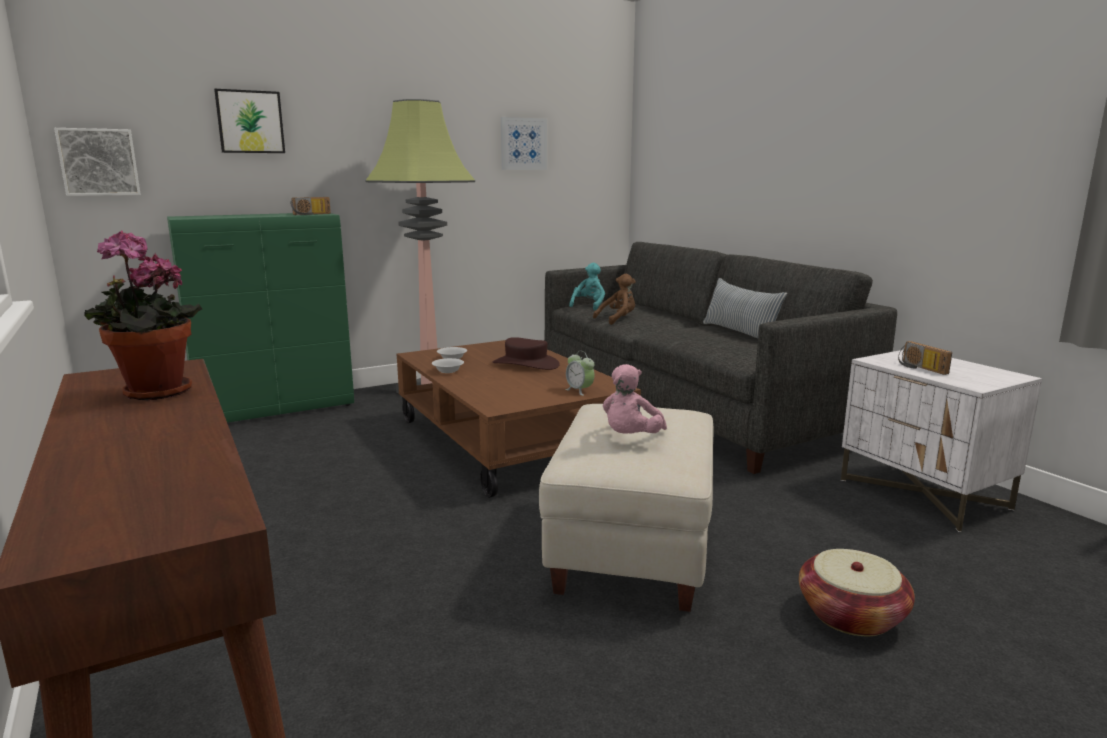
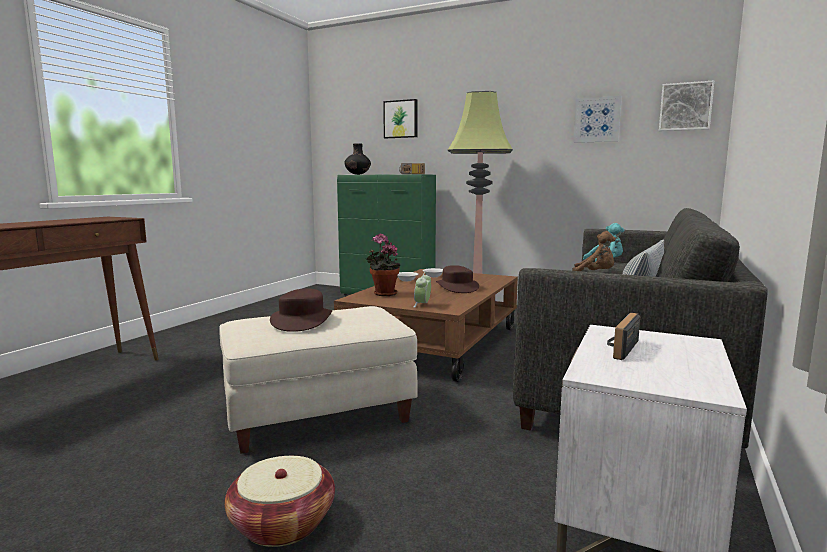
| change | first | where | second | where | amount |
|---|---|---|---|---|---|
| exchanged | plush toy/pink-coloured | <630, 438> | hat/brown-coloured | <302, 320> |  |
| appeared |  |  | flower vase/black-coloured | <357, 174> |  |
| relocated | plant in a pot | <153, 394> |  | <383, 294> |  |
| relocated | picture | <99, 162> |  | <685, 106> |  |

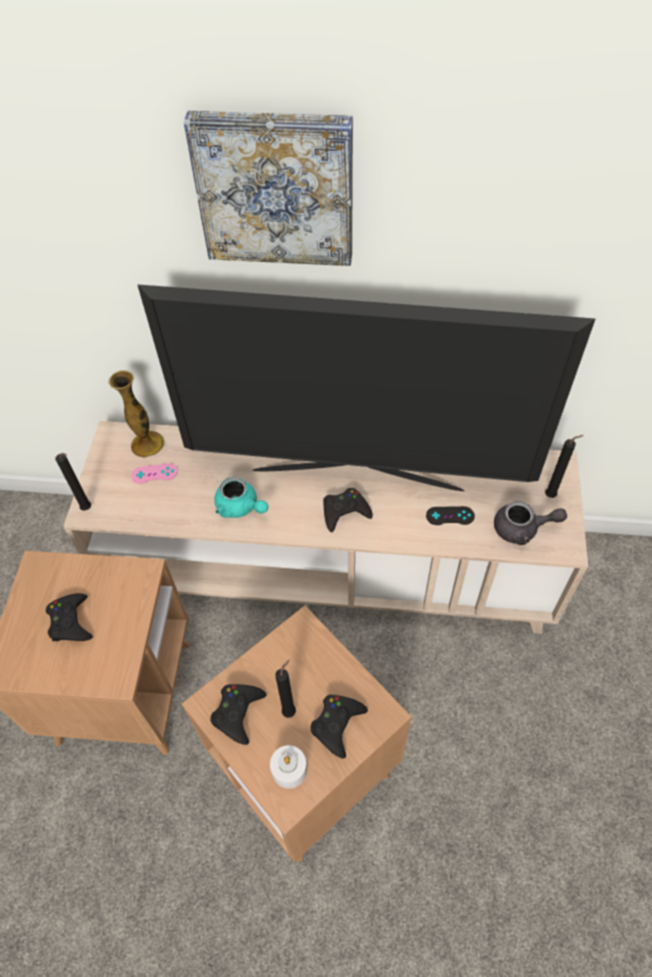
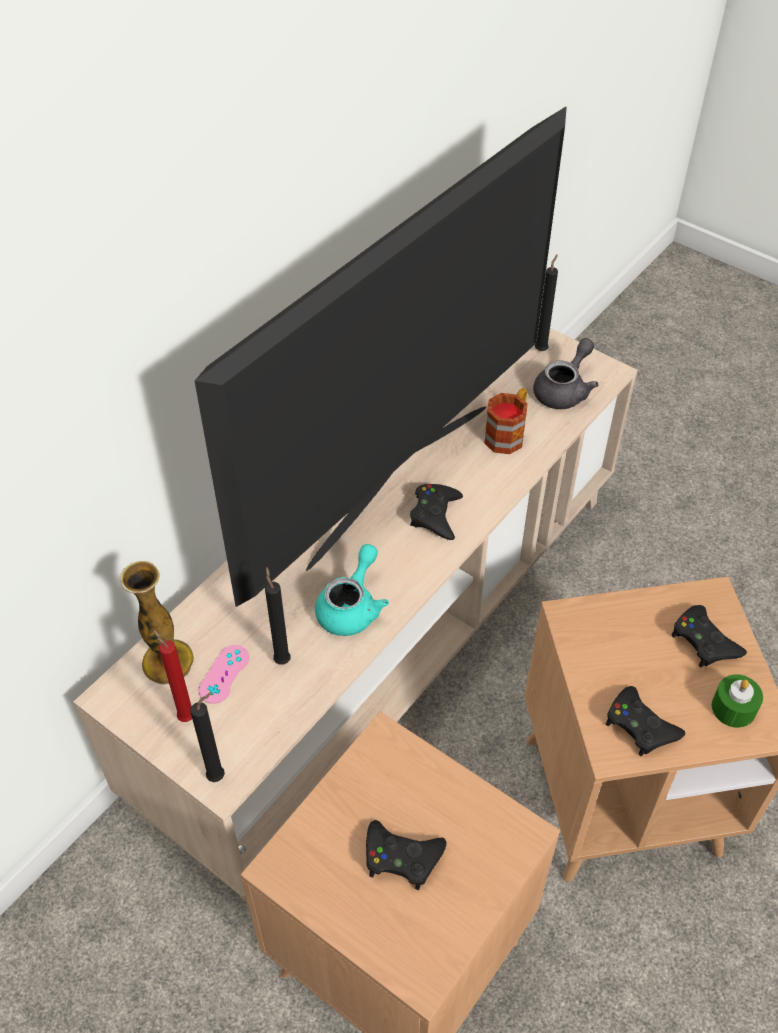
| change | first | where | second | where | amount |
|---|---|---|---|---|---|
| appeared |  |  | wax light/reddish | <184, 716> |  |
| relocated | wax light/black-coloured | <290, 710> |  | <281, 658> |  |
| spun | teapot/turquoise | <240, 507> |  | <352, 607> | 45 degrees counterclockwise |
| exchanged | game controller/black-coloured | <450, 516> | coffee mug | <508, 433> |  |
| colour | wax light/white-coloured | <289, 770> | wax light/green-coloured | <733, 708> |  |
| missing | picture | <276, 187> |  |  |  |

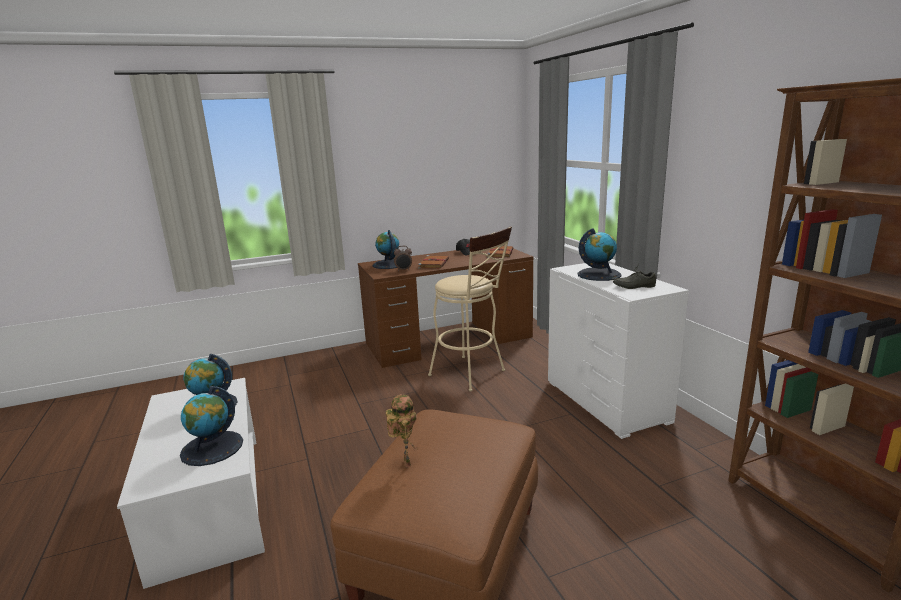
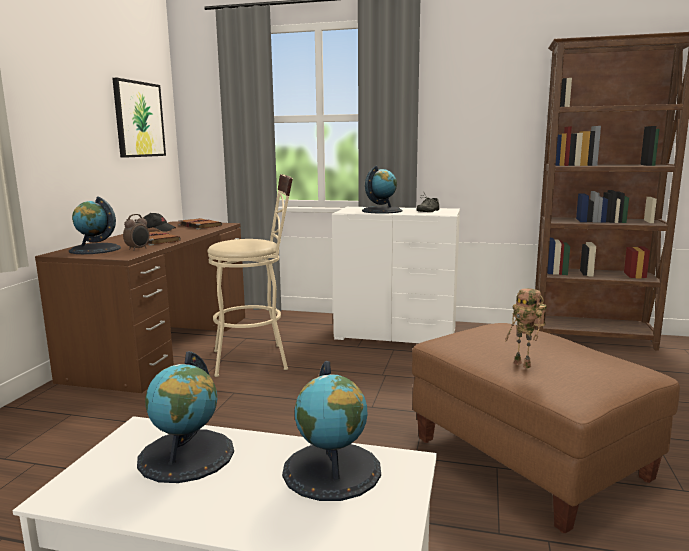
| change | first | where | second | where | amount |
|---|---|---|---|---|---|
| appeared |  |  | picture | <139, 119> |  |
| spun | model robot | <405, 462> |  | <524, 365> | 150 degrees counterclockwise |

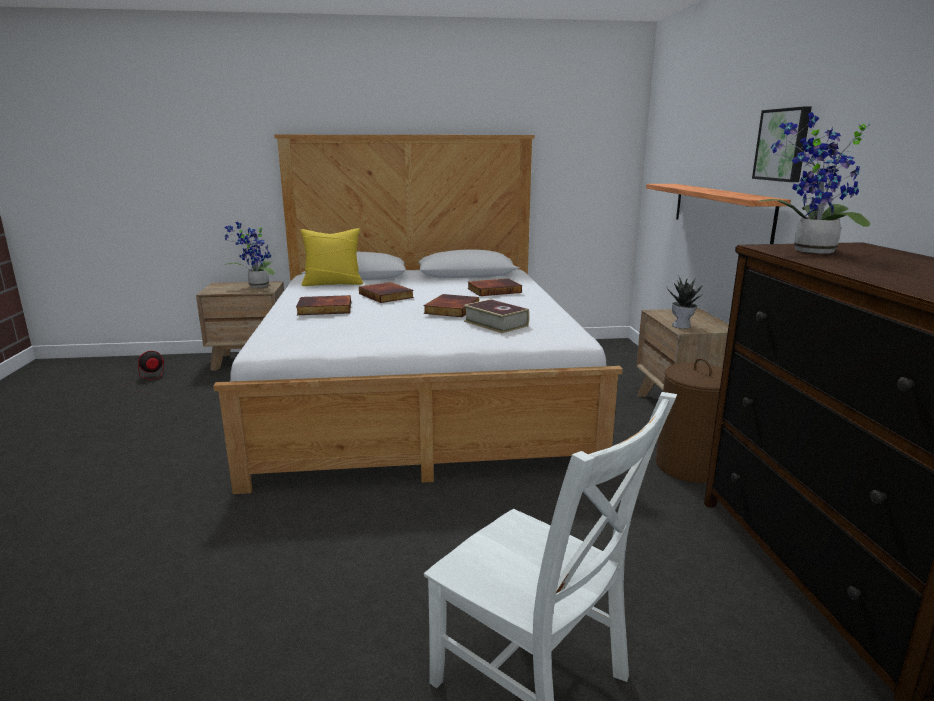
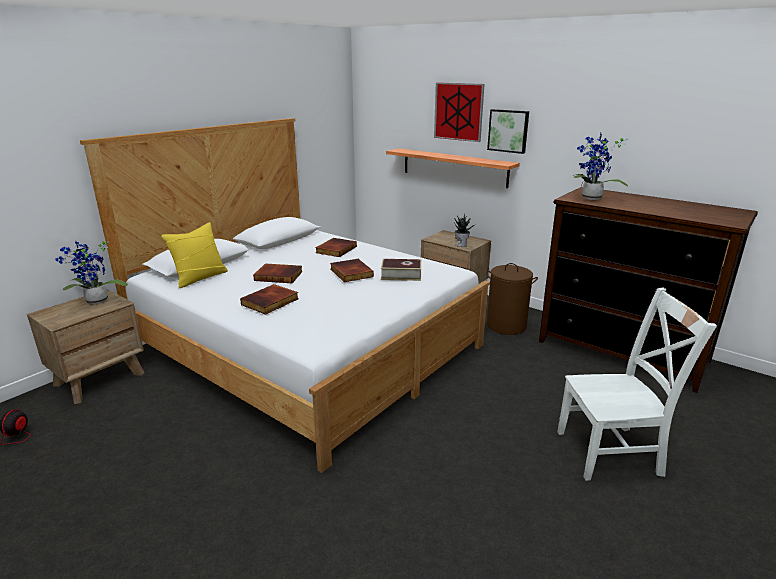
| change | first | where | second | where | amount |
|---|---|---|---|---|---|
| appeared |  |  | picture | <458, 111> |  |

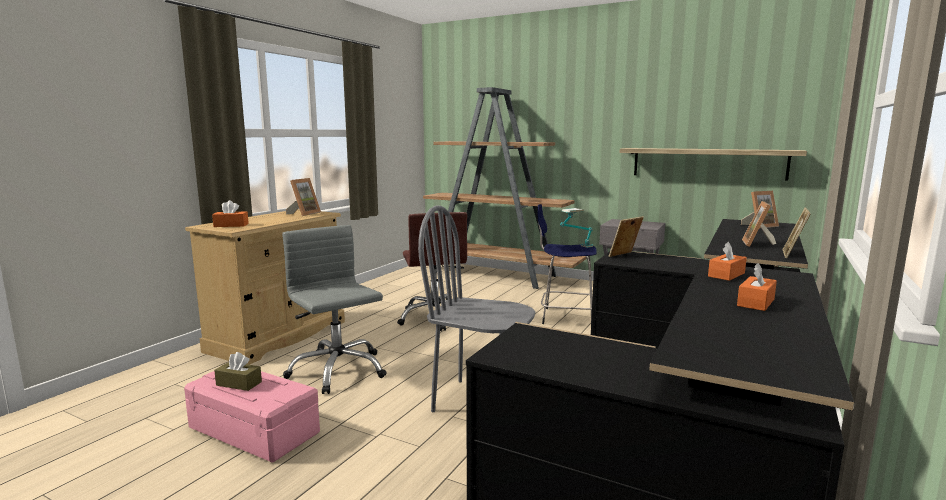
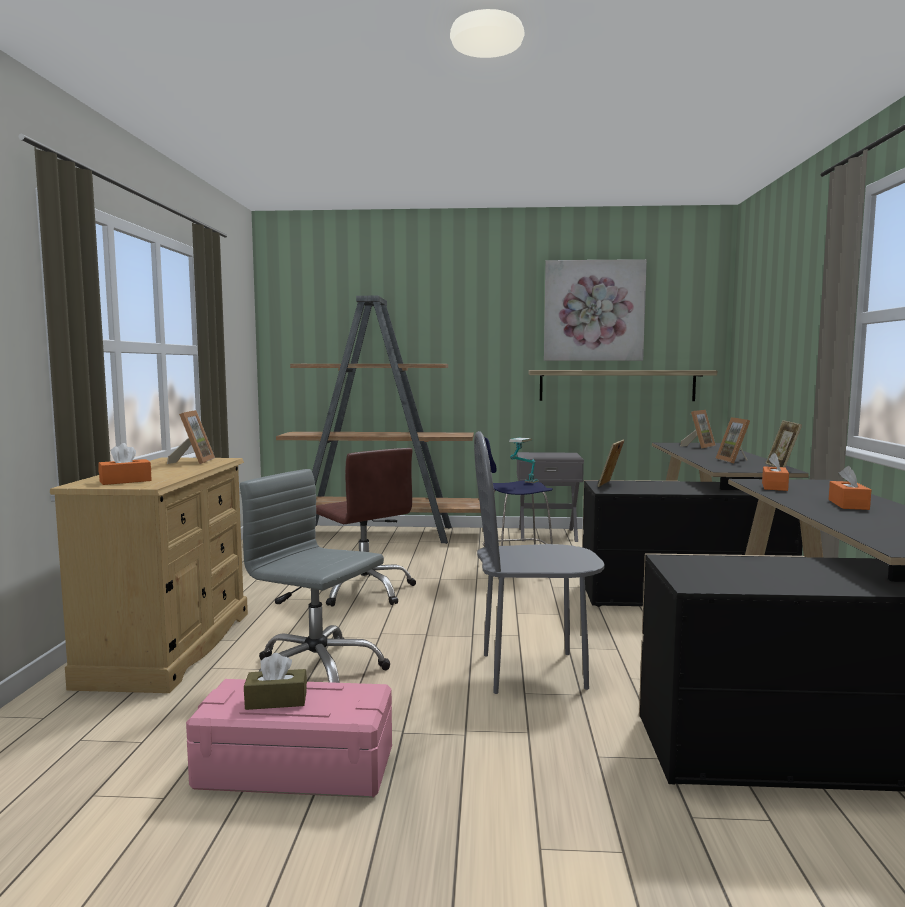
| change | first | where | second | where | amount |
|---|---|---|---|---|---|
| appeared |  |  | picture | <594, 311> |  |

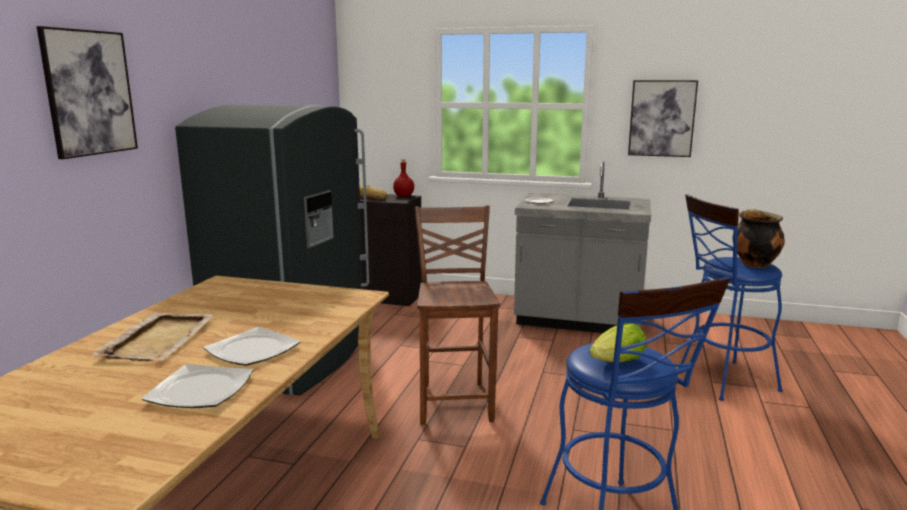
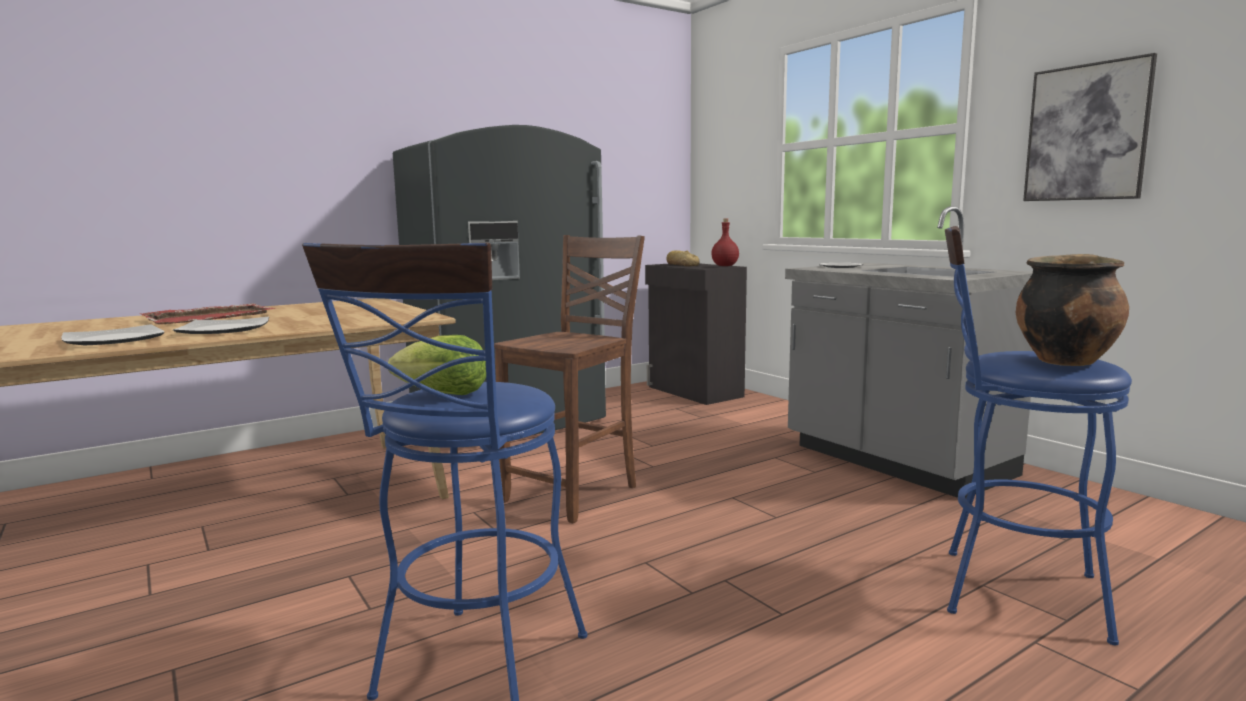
| change | first | where | second | where | amount |
|---|---|---|---|---|---|
| colour | serving tray/beige-coloured | <159, 339> | serving tray/reddish | <211, 317> |  |
| missing | picture | <89, 93> |  |  |  |

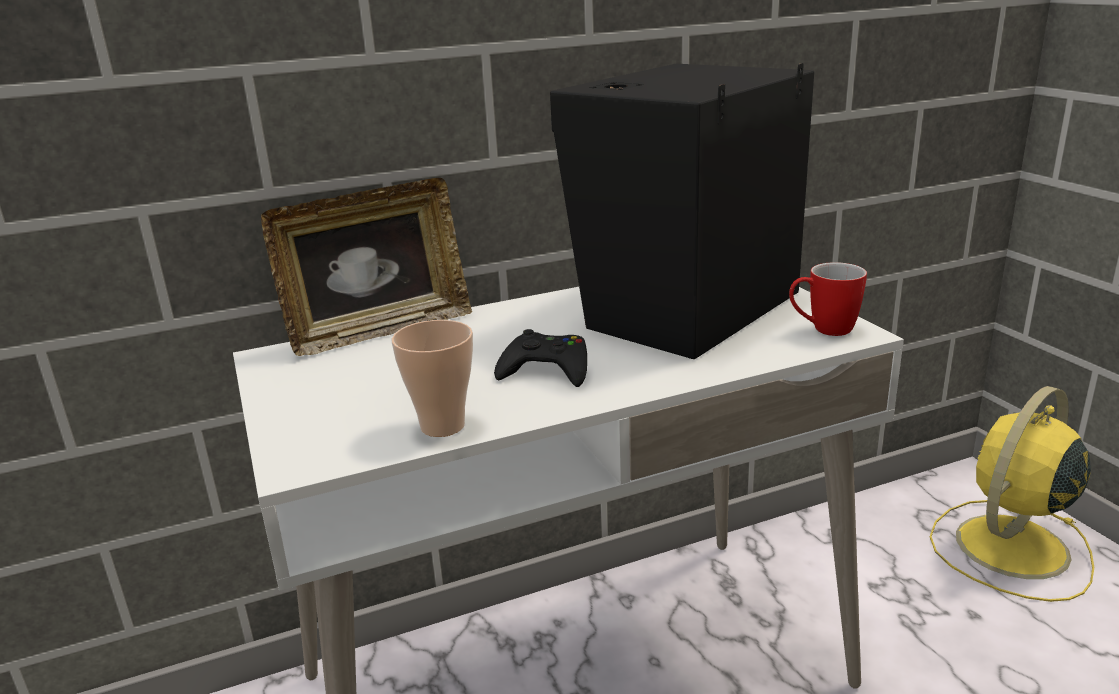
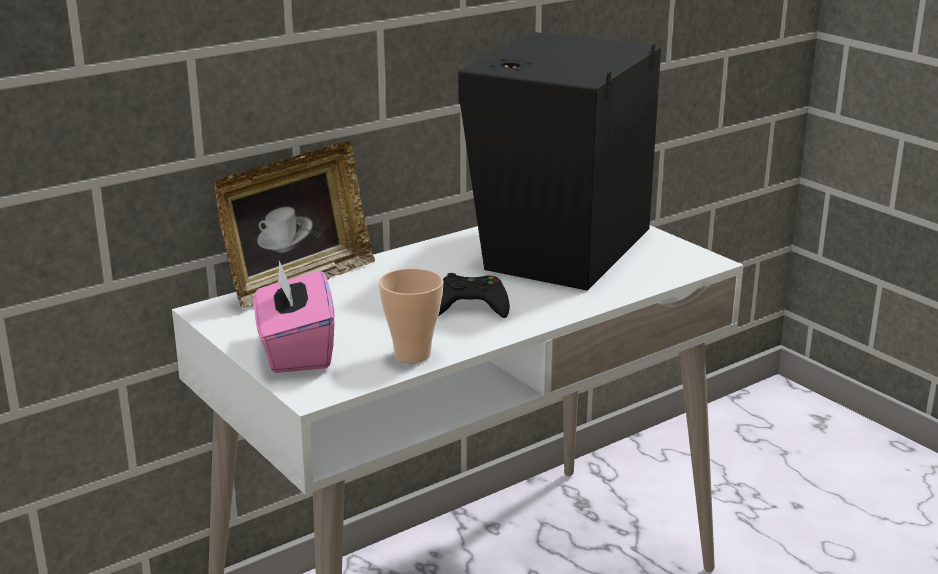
| change | first | where | second | where | amount |
|---|---|---|---|---|---|
| appeared |  |  | box of tissues/pink-coloured | <296, 351> |  |
| missing | coffee mug | <822, 330> |  |  |  |
| missing | electric fan/yellow-coloured | <1009, 548> |  |  |  |

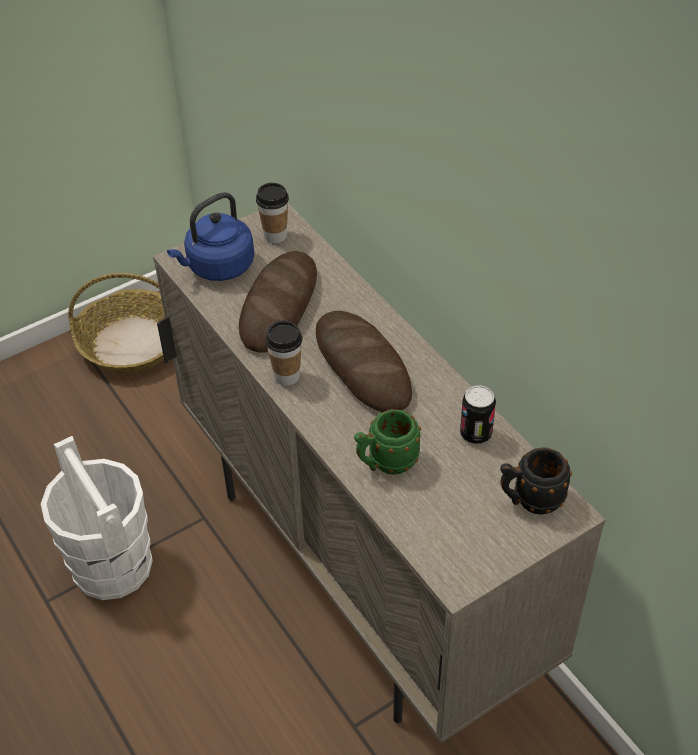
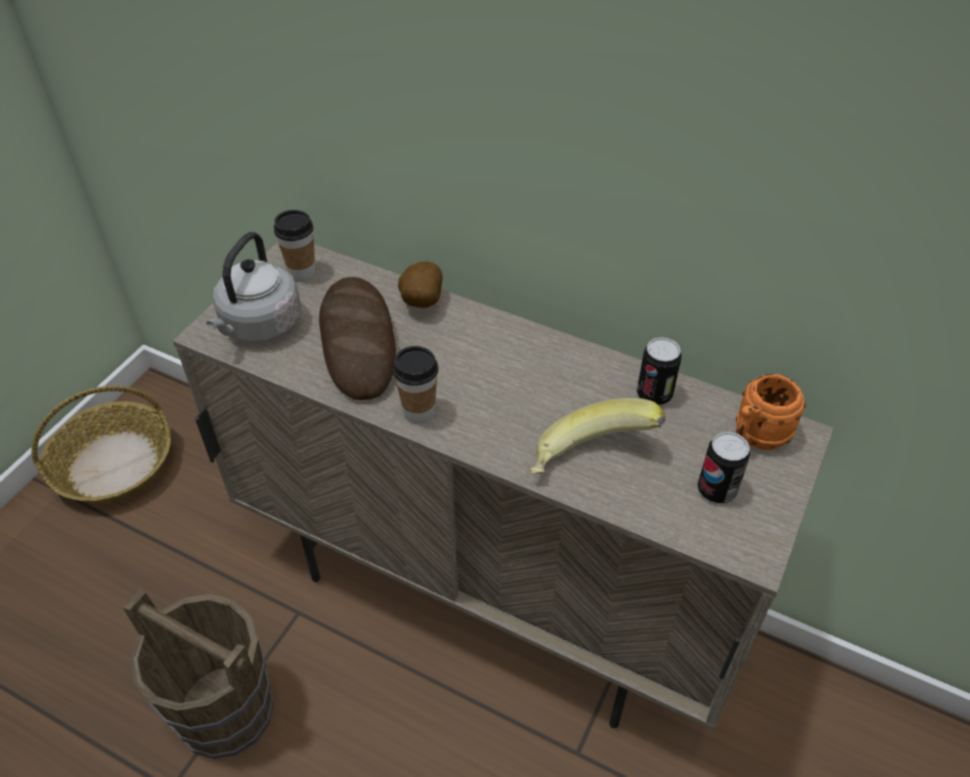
| change | first | where | second | where | amount |
|---|---|---|---|---|---|
| colour | bucket/white-coloured | <112, 564> | bucket/brown-coloured | <225, 710> |  |
| colour | tea kettle/bluish | <217, 267> | tea kettle/gray | <259, 326> |  |
| appeared |  |  | potato | <420, 303> |  |
| exchanged | coffee mug/green-coloured | <386, 463> | banana | <590, 461> |  |
| appeared |  |  | sealed can | <716, 490> |  |
| colour | coffee mug/black-coloured | <530, 500> | coffee mug/orange | <755, 438> |  |
| missing | bakery bread | <362, 367> |  |  |  |

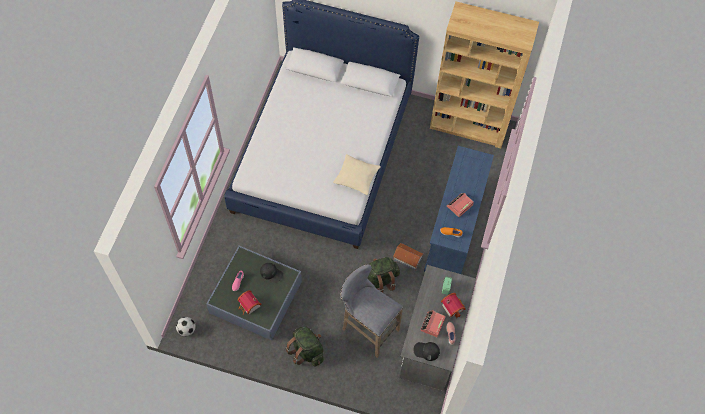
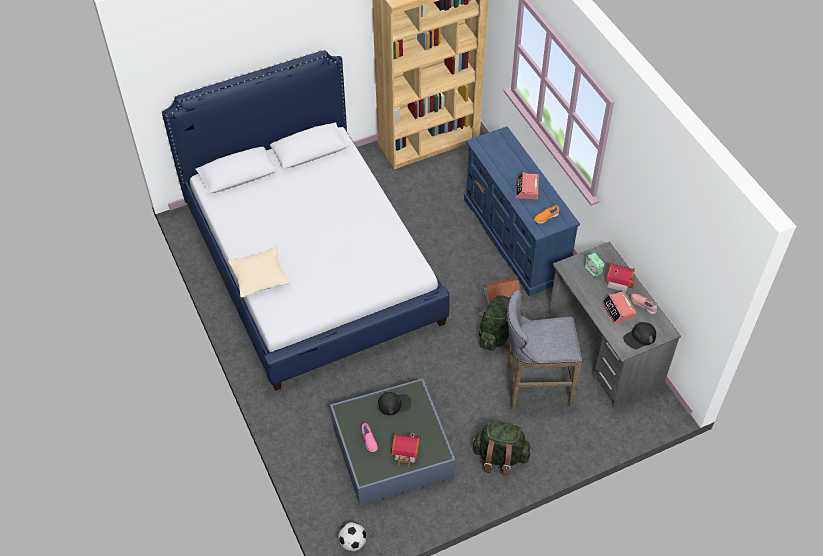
| change | first | where | second | where | amount |
|---|---|---|---|---|---|
| relocated | cushion/beige-coloured | <356, 177> |  | <260, 277> |  |

